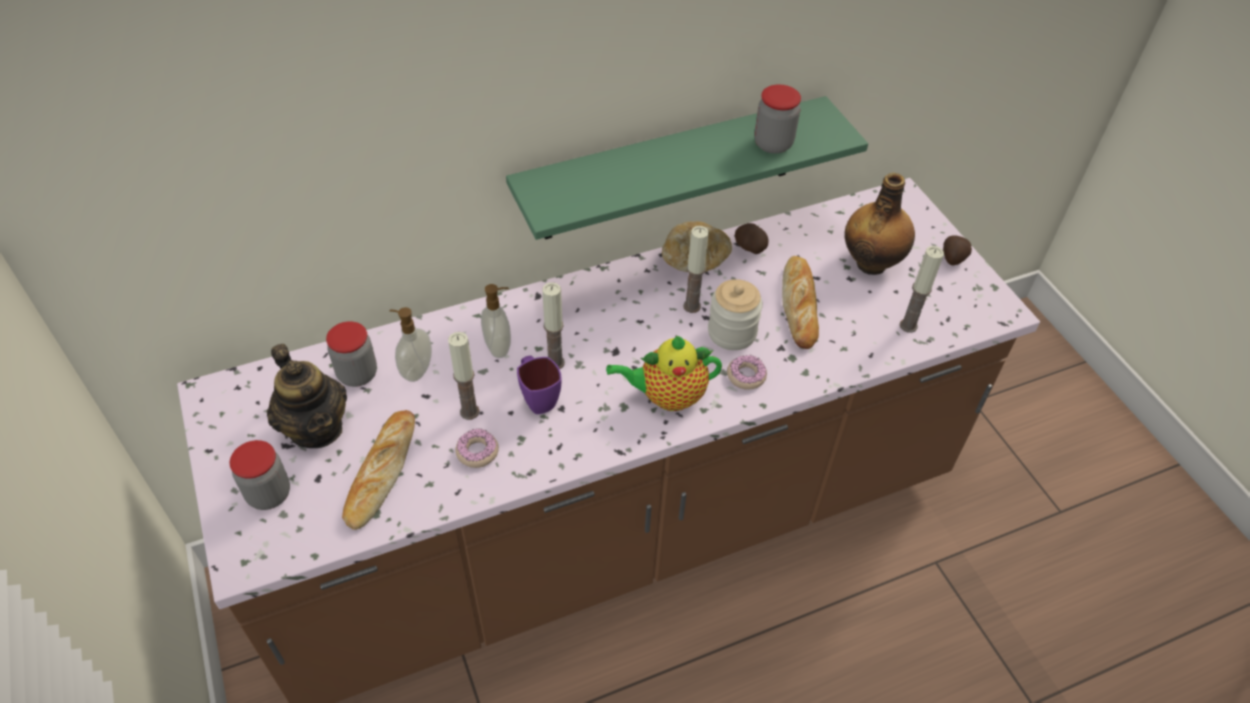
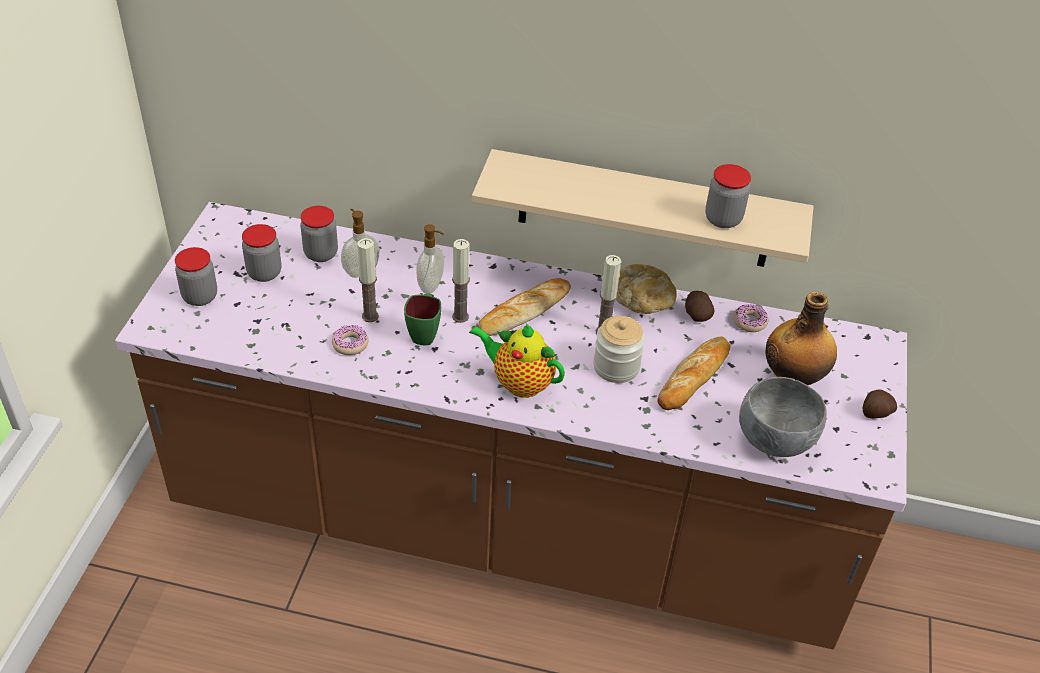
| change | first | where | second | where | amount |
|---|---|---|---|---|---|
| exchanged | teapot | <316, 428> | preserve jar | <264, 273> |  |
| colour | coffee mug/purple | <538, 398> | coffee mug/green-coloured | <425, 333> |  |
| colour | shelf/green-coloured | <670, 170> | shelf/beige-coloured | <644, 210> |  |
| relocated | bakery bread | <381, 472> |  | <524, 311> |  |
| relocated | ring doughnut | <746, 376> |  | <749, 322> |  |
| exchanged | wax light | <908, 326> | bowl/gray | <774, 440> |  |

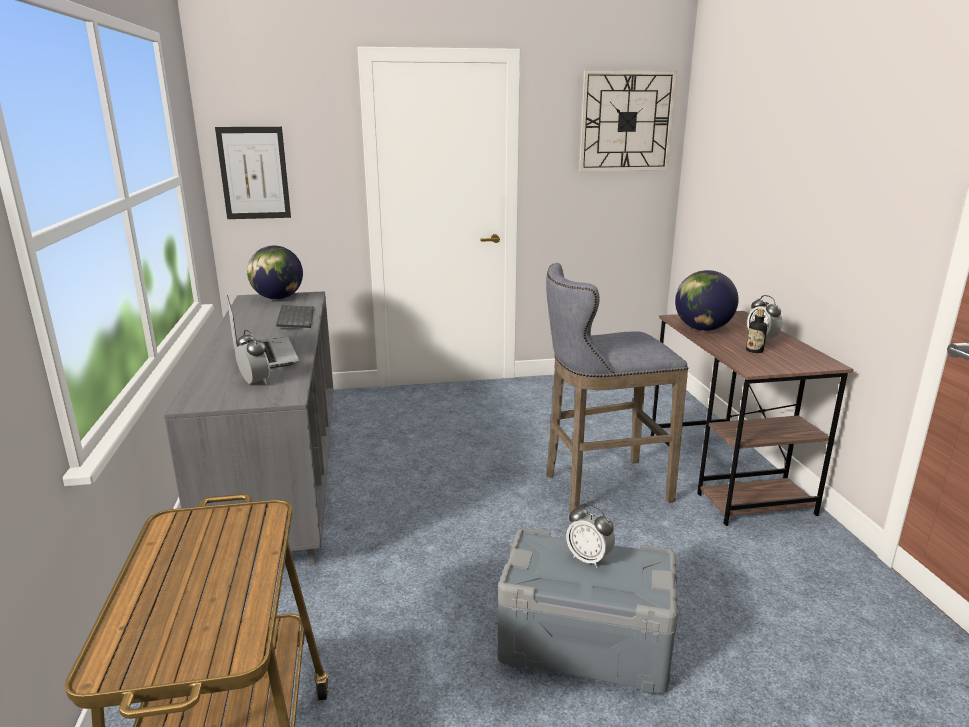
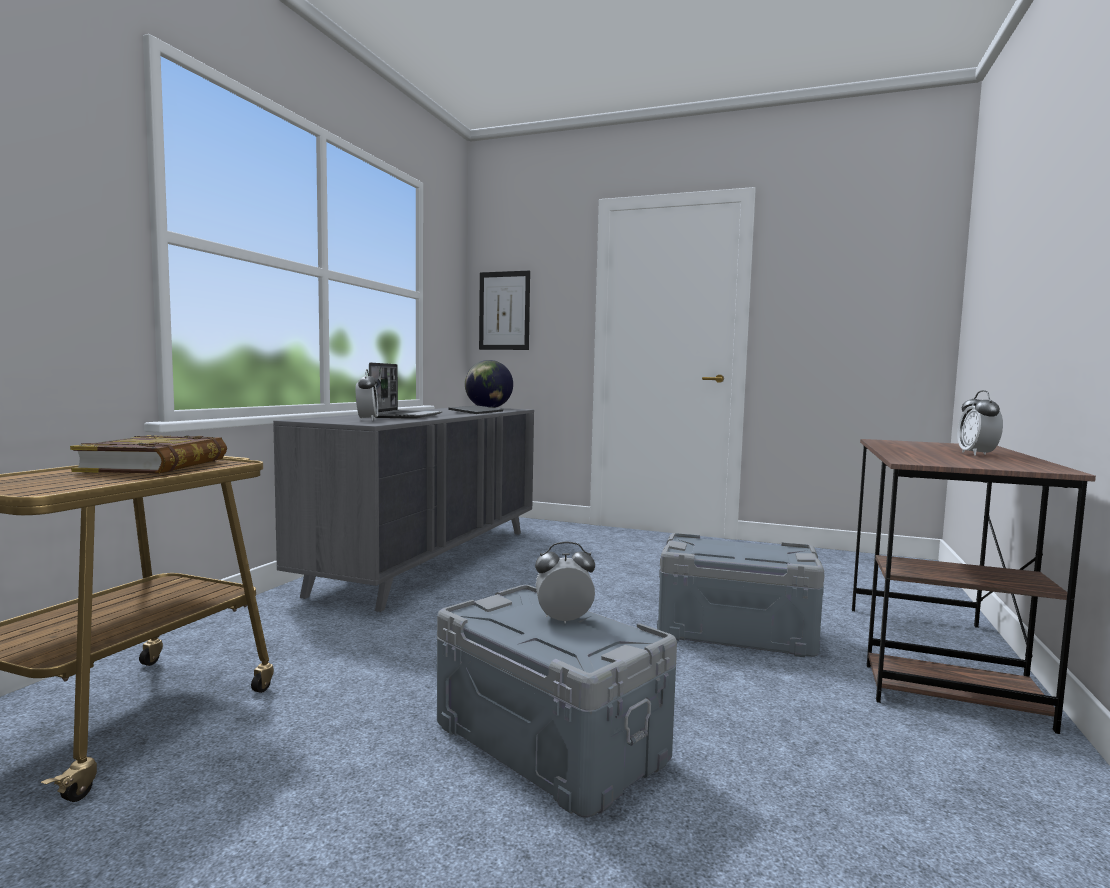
| change | first | where | second | where | amount |
|---|---|---|---|---|---|
| appeared |  |  | bound book | <156, 465> |  |
| spun | alarm clock | <589, 559> |  | <564, 620> | 105 degrees clockwise |
| exchanged | sitting stool/gray | <601, 488> | storage box/gray | <735, 630> |  |
| missing | wall clock | <626, 121> |  |  |  |
| missing | desk globe | <702, 329> |  |  |  |
| missing | drink bottle | <754, 350> |  |  |  |

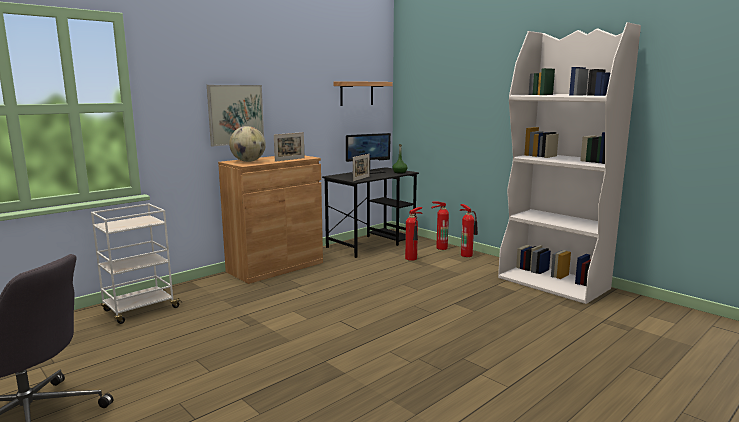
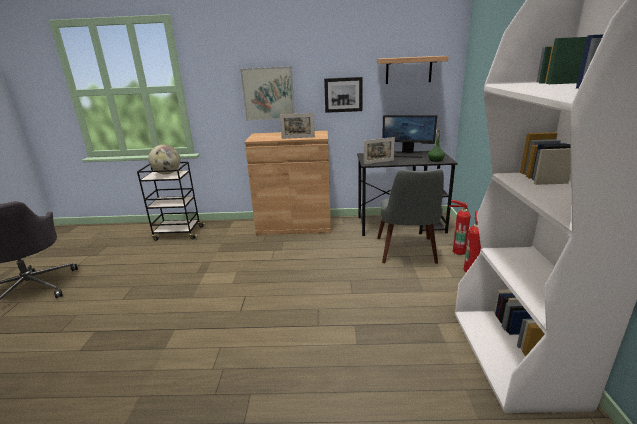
| change | first | where | second | where | amount |
|---|---|---|---|---|---|
| colour | wheeled cart/white-coloured | <140, 309> | wheeled cart/black-coloured | <178, 233> |  |
| relocated | desk globe | <248, 161> |  | <167, 173> |  |
| appeared |  |  | picture | <343, 94> |  |
| exchanged | fire extinguisher | <412, 258> | upright chair/gray | <408, 254> |  |

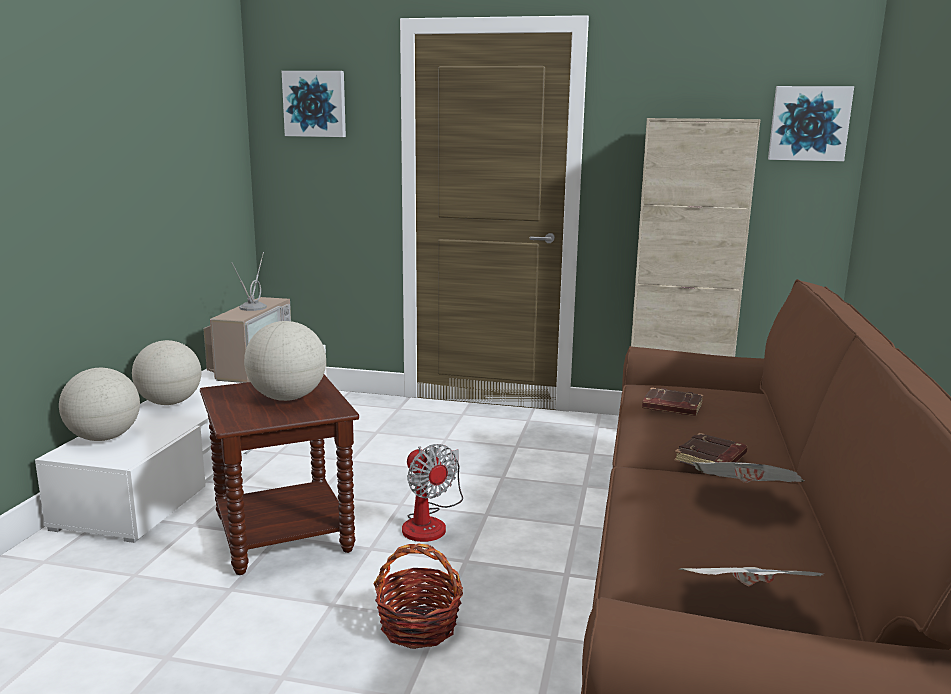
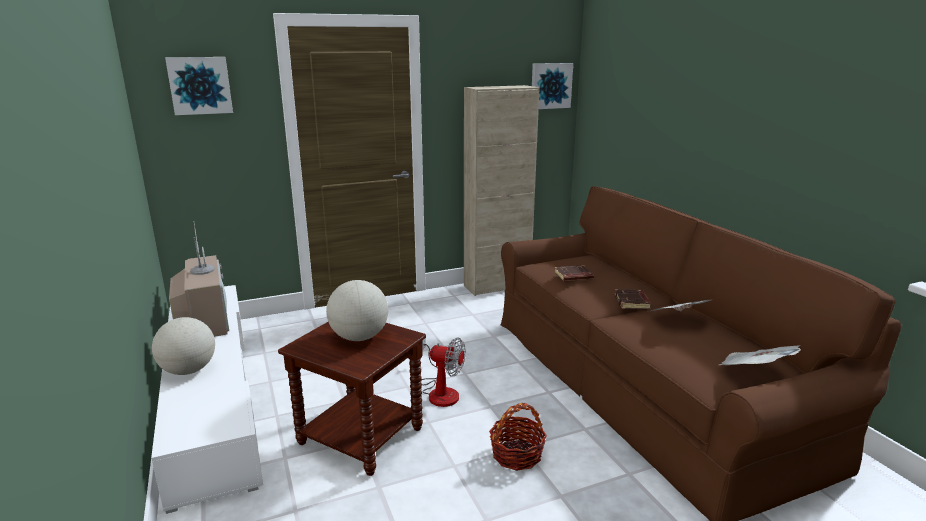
| change | first | where | second | where | amount |
|---|---|---|---|---|---|
| missing | desk globe | <104, 438> |  |  |  |

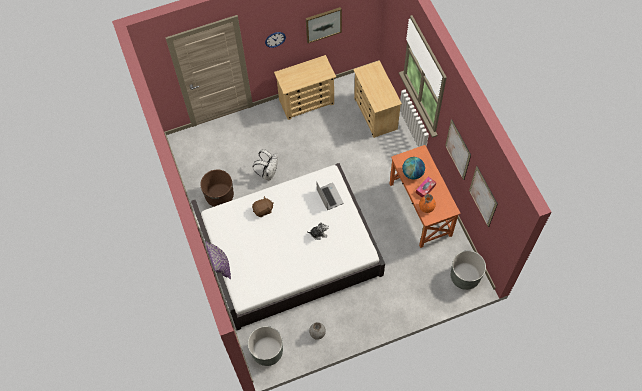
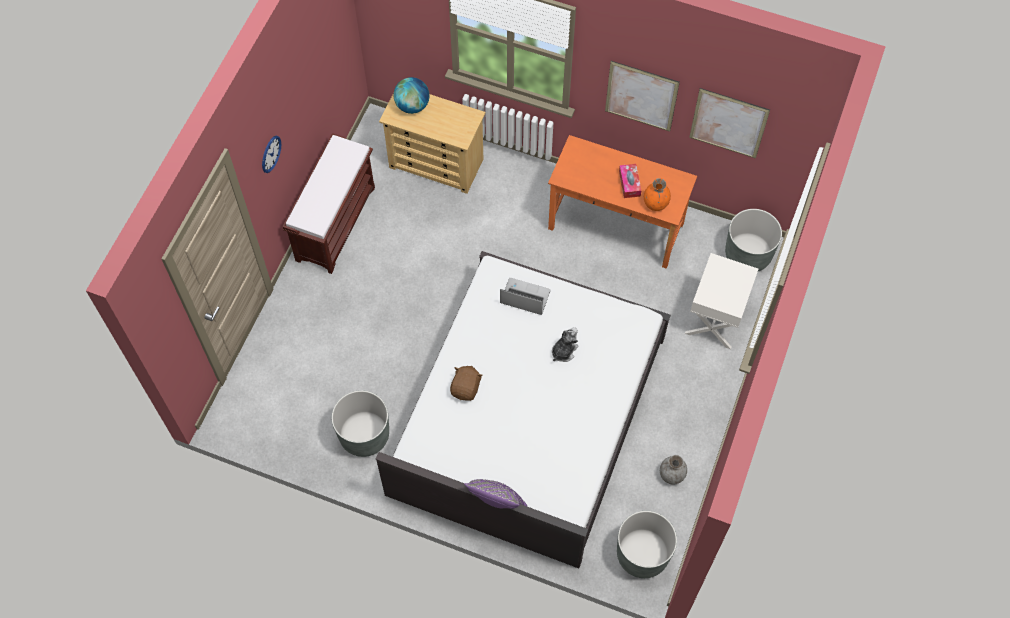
| change | first | where | second | where | amount |
|---|---|---|---|---|---|
| exchanged | chest of drawers/beige-coloured | <306, 102> | indoor bench/brown-coloured | <335, 222> |  |
| colour | flower pot/brown-coloured | <219, 196> | flower pot/gray | <364, 435> |  |
| relocated | desk globe | <412, 173> |  | <412, 106> |  |
| appeared |  |  | bedside table/white-coloured | <716, 320> |  |
| missing | knapsack/white-coloured | <268, 173> |  |  |  |
| missing | picture | <323, 24> |  |  |  |

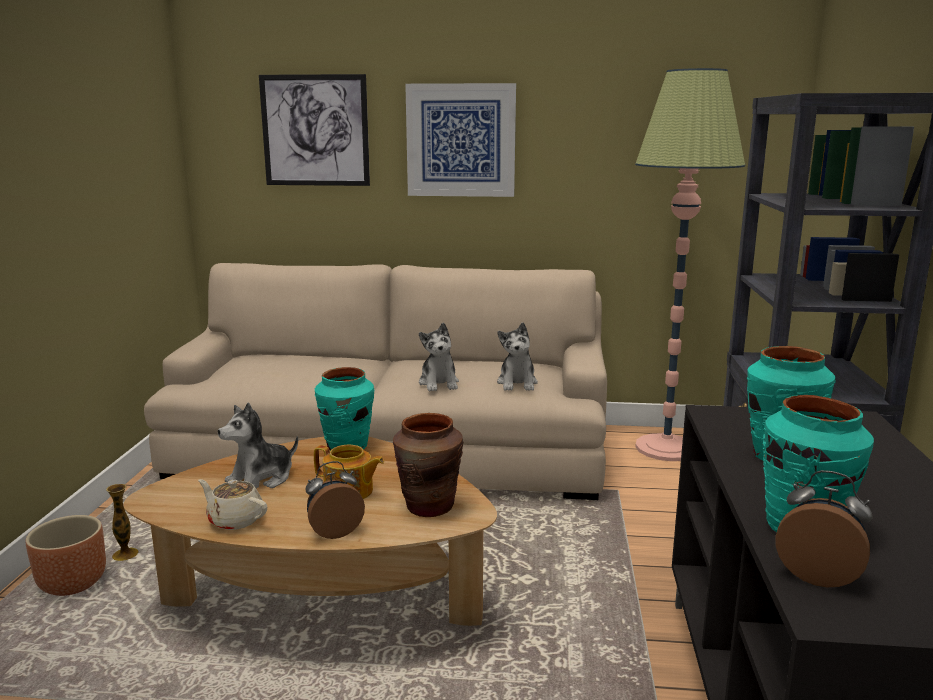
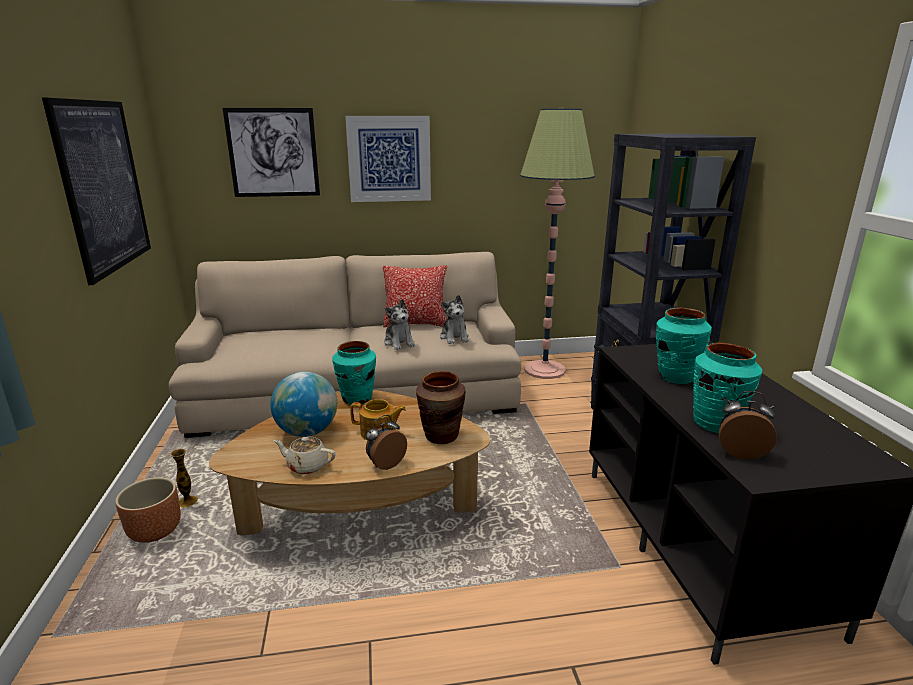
| change | first | where | second | where | amount |
|---|---|---|---|---|---|
| appeared |  |  | picture | <103, 186> |  |
| exchanged | plush toy | <261, 479> | desk globe | <307, 432> |  |
| appeared |  |  | cushion | <415, 324> |  |

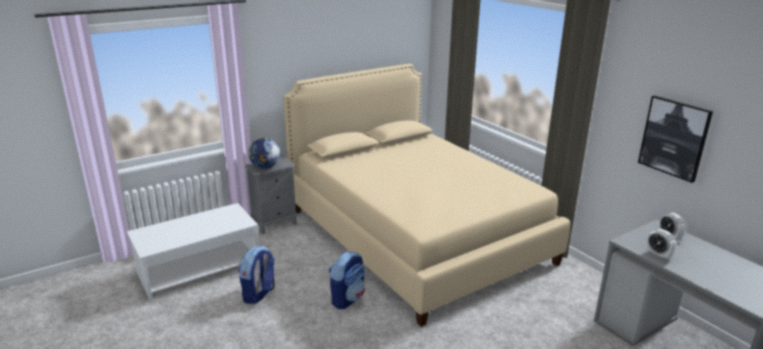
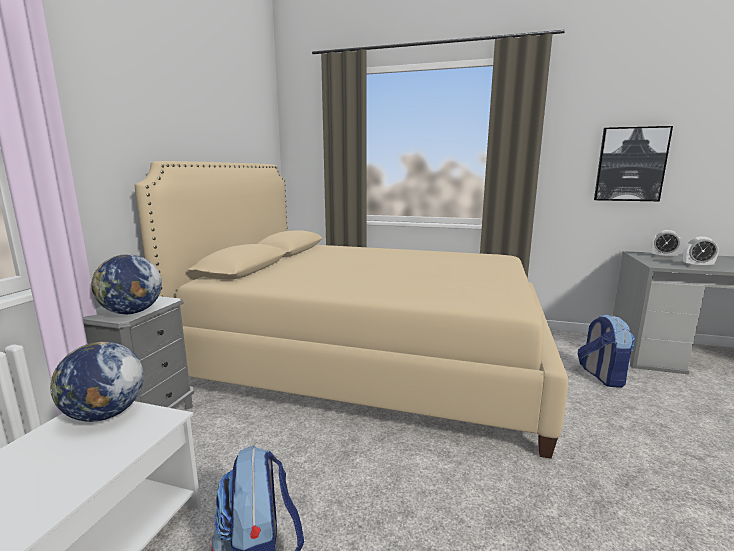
| change | first | where | second | where | amount |
|---|---|---|---|---|---|
| appeared |  |  | desk globe | <105, 415> |  |
| relocated | knapsack | <347, 299> |  | <601, 376> |  |

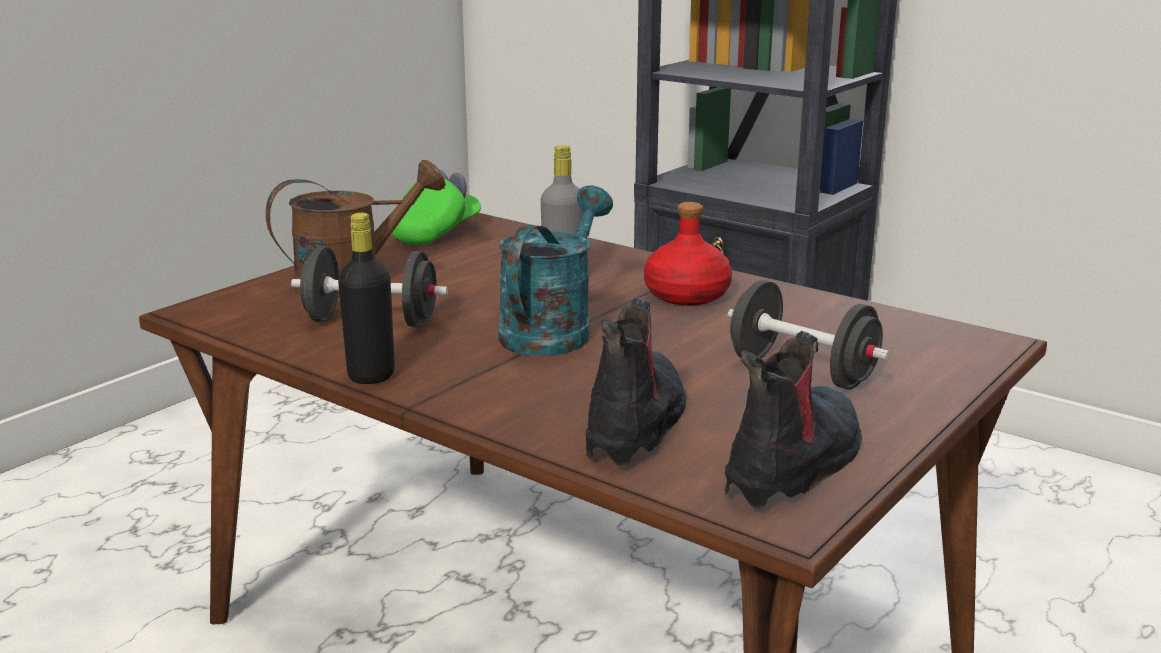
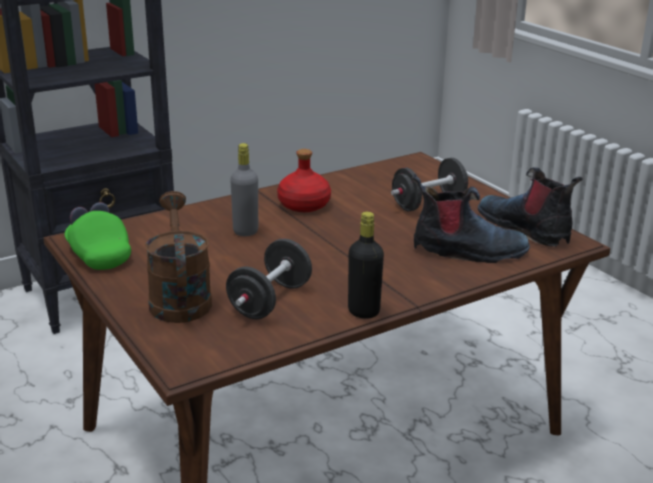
| change | first | where | second | where | amount |
|---|---|---|---|---|---|
| spun | boot | <635, 423> |  | <468, 252> | 150 degrees clockwise |
| missing | sprinkling can/turquoise | <552, 330> |  |  |  |

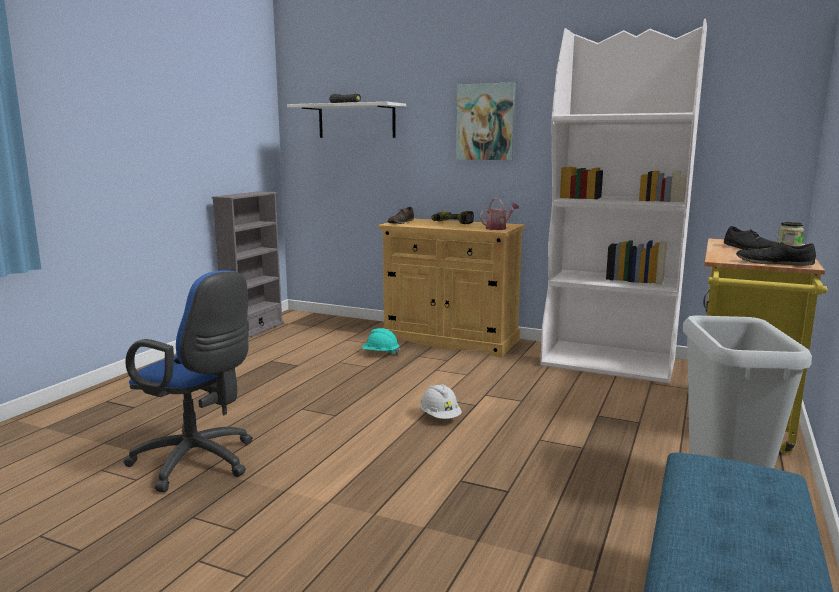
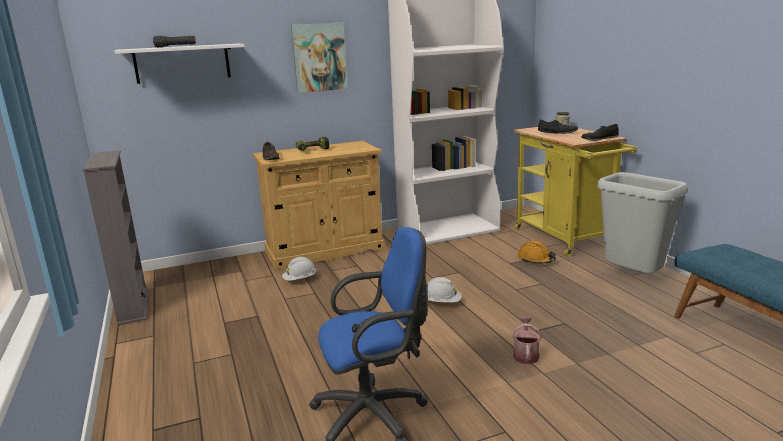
| change | first | where | second | where | amount |
|---|---|---|---|---|---|
| colour | hard hat/turquoise | <380, 353> | hard hat/white-coloured | <300, 280> |  |
| relocated | sprinkling can | <498, 228> |  | <525, 354> |  |
| appeared |  |  | hard hat/orange | <536, 260> |  |

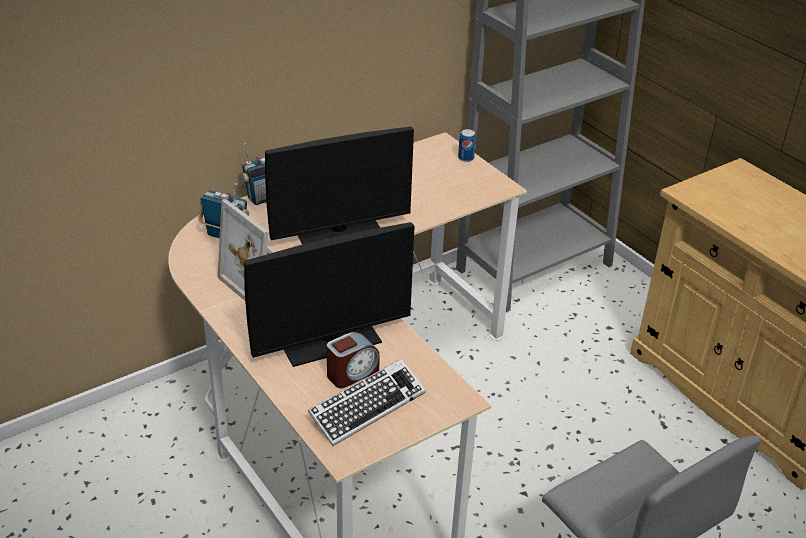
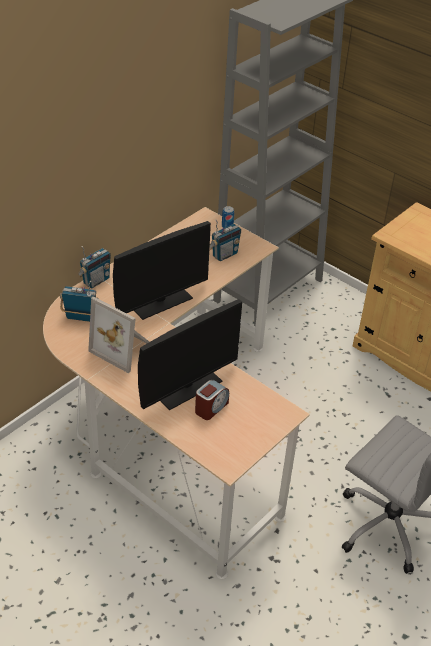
| change | first | where | second | where | amount |
|---|---|---|---|---|---|
| appeared |  |  | radio set | <224, 254> |  |
| missing | PC keyboard | <367, 407> |  |  |  |

